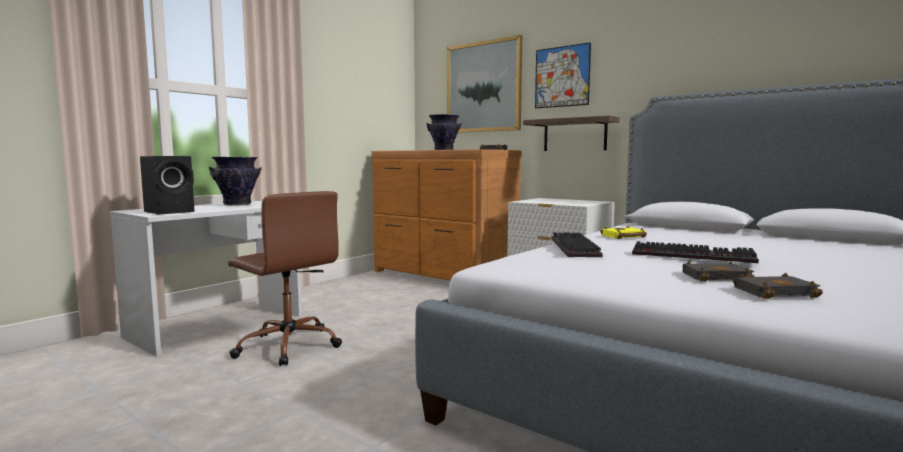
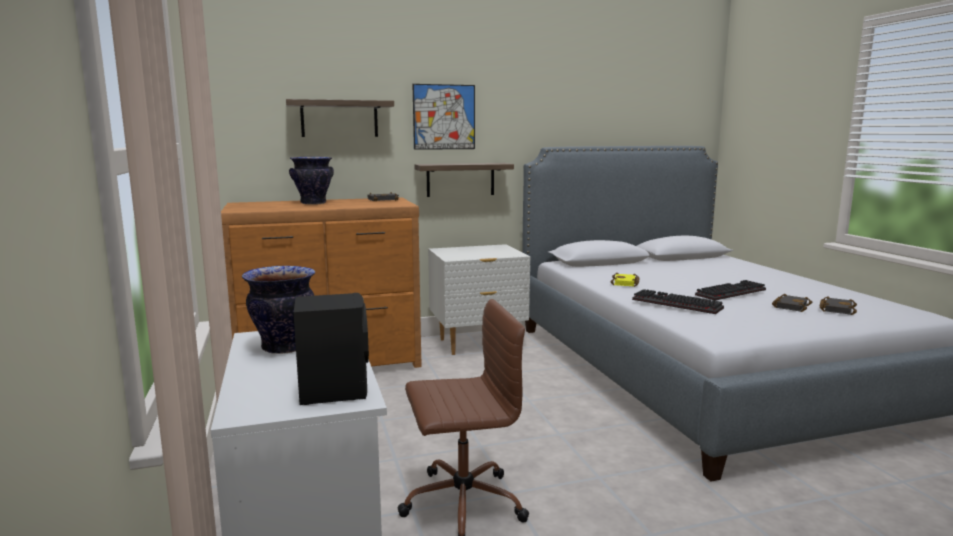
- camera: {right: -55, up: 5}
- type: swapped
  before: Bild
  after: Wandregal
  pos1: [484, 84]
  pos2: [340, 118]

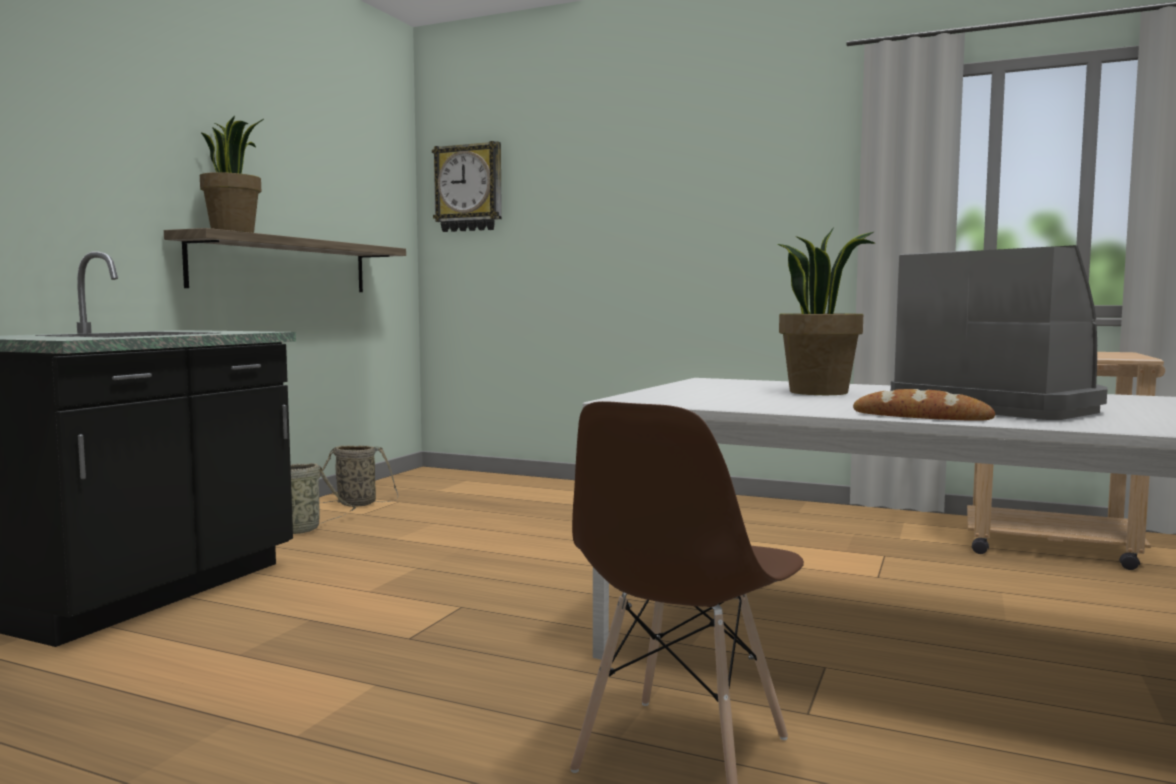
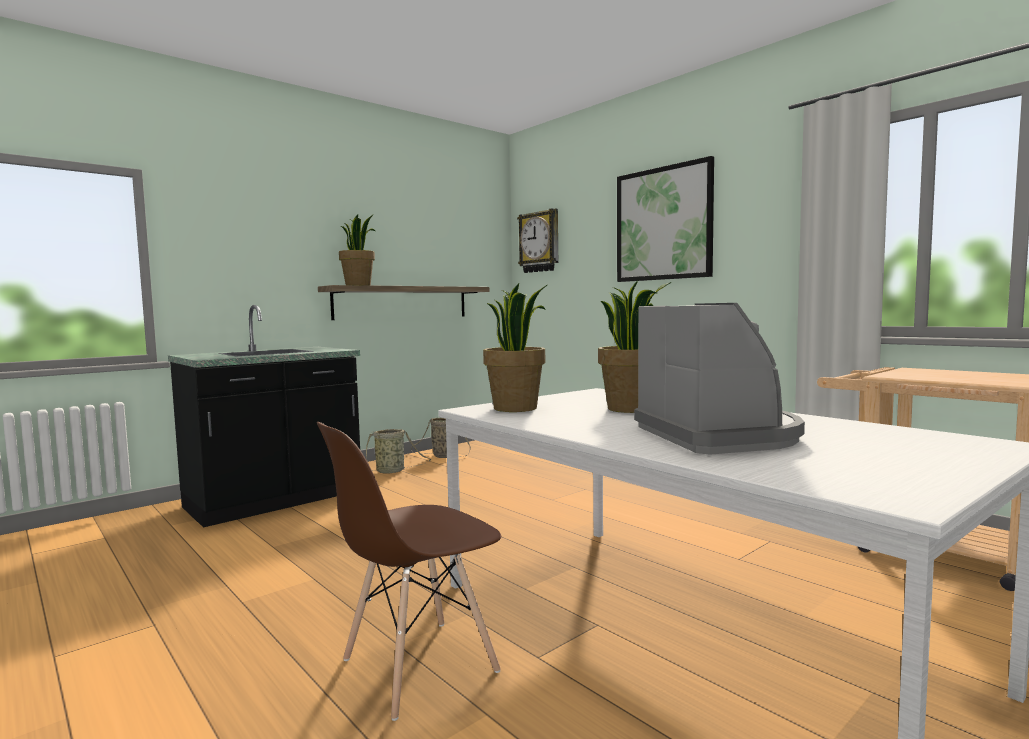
- camera: {right: 25, up: 0}
- type: gone
  before: Brot
  pos1: [924, 405]
- type: new
  after: Topfpflanze
  pos2: [515, 347]
- type: new
  after: Bild
  pos2: [665, 219]

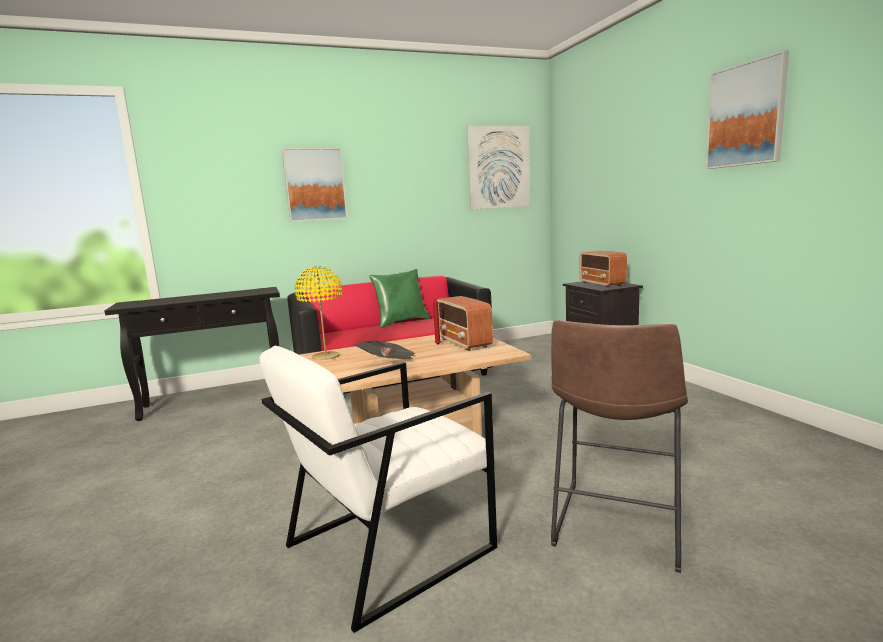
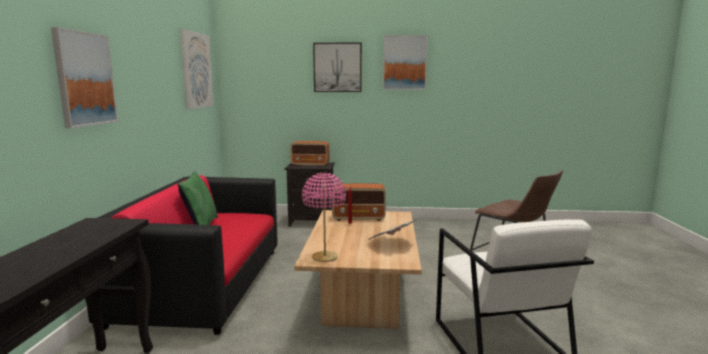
- camera: {right: -65, up: 0}
- type: repainted
  before: Tischlampe/gelb
  after: Tischlampe/rosa
  pos1: [318, 313]
  pos2: [324, 217]
- type: new
  after: Bild
  pos2: [337, 67]

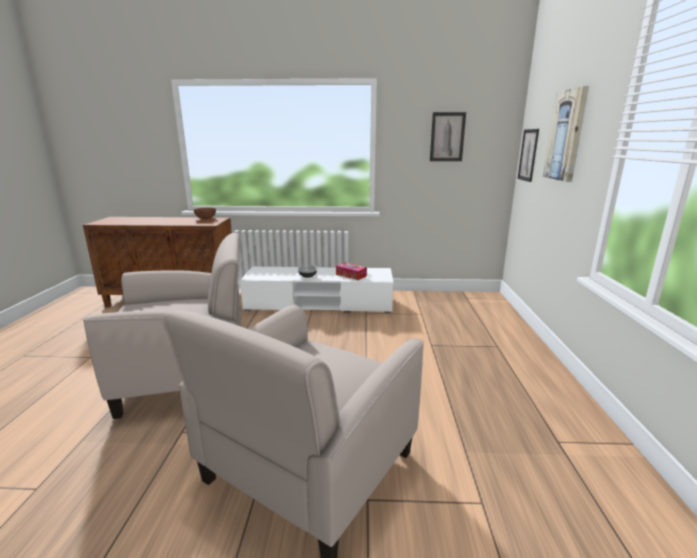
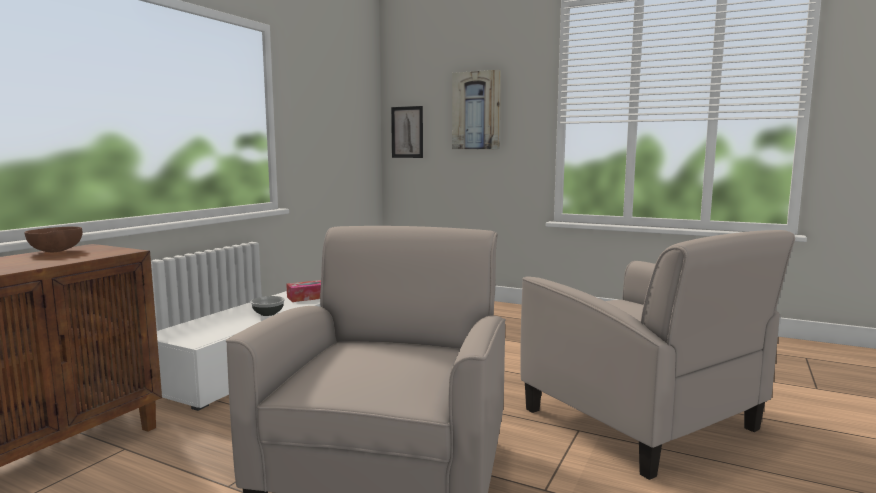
- camera: {right: -65, up: -10}
- type: gone
  before: Bild
  pos1: [448, 136]

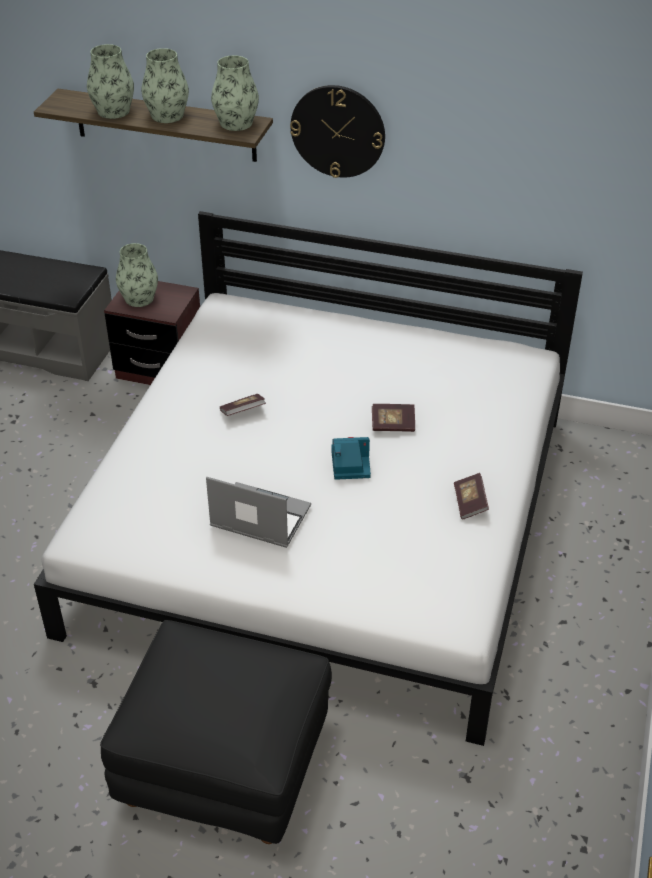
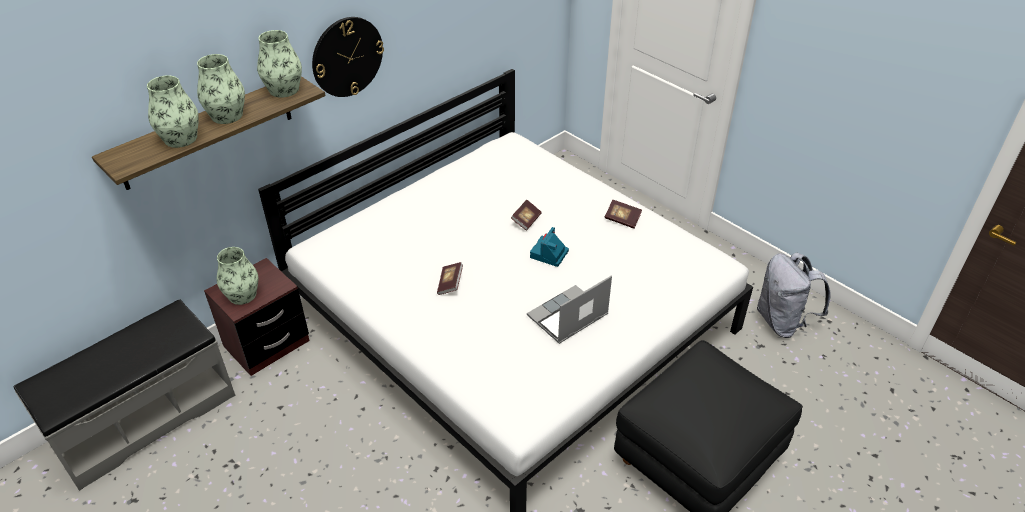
- camera: {right: -60, up: 0}
- type: new
  after: Rucksack/grau
  pos2: [794, 295]

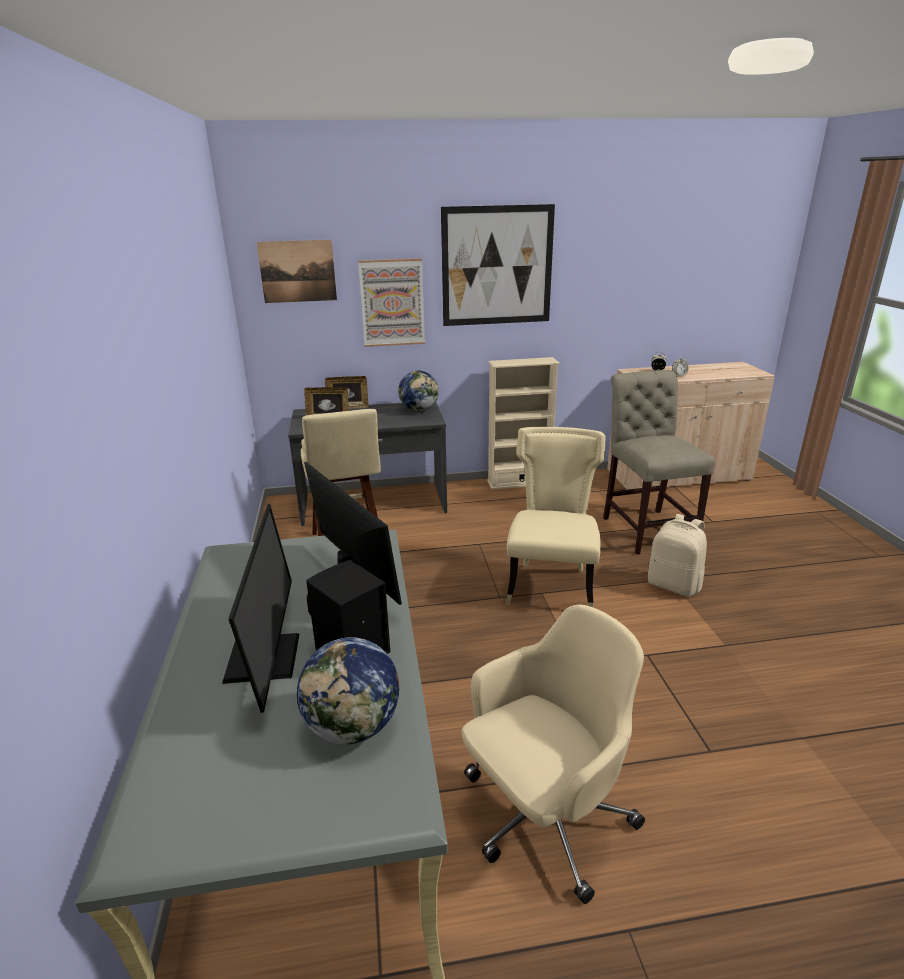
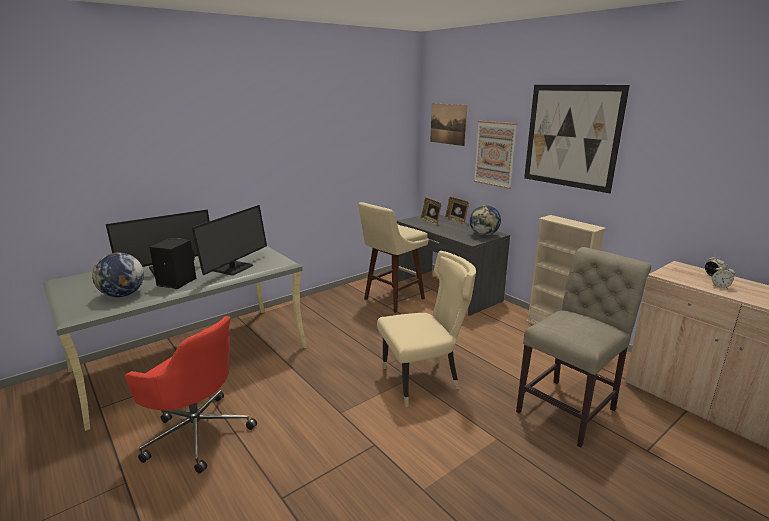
- camera: {right: 60, up: -5}
- type: repainted
  before: Bürostuhl/beige
  after: Bürostuhl/rot
  pos1: [553, 754]
  pos2: [191, 395]
- type: gone
  before: Rucksack/beige
  pos1: [677, 555]

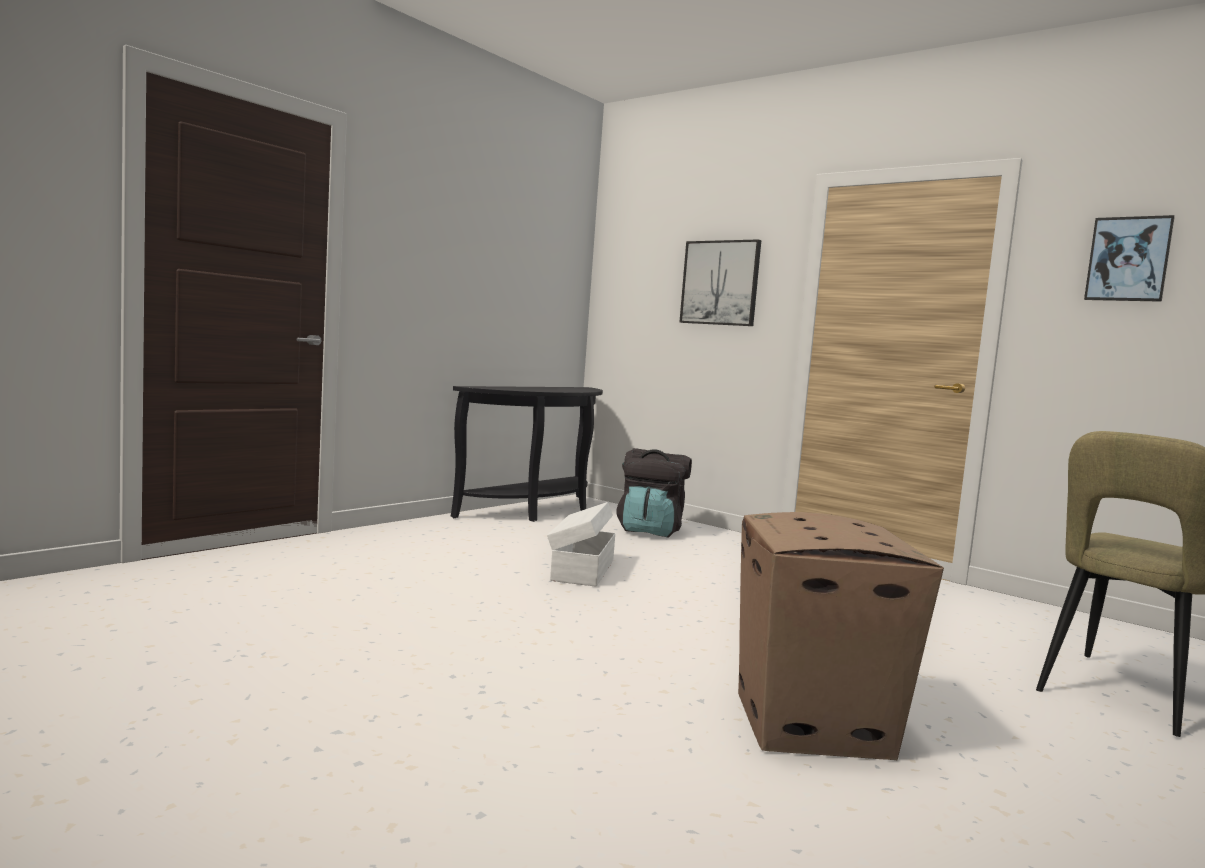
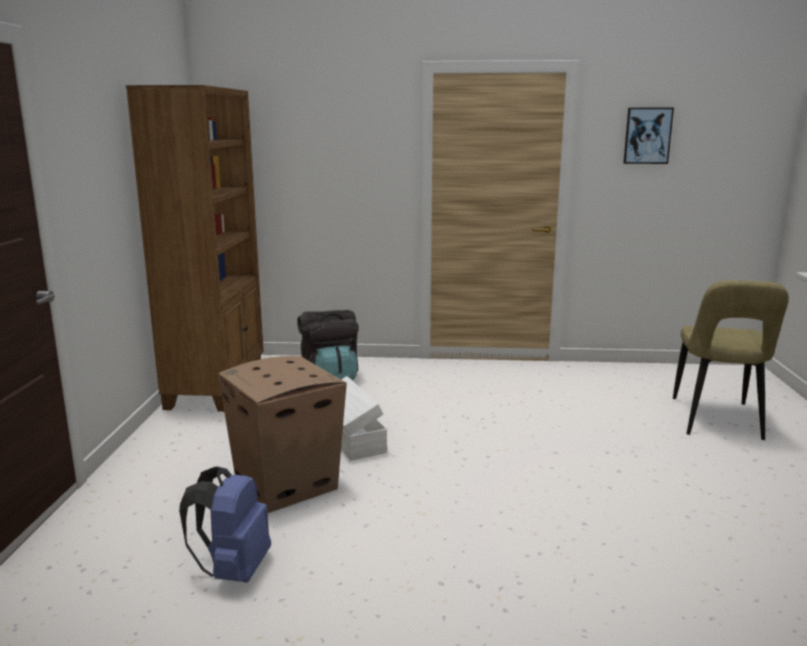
- camera: {right: -35, up: 10}
- type: swapped
  before: Konsolentisch/schwarz
  after: Bücherregal/braun
  pos1: [527, 454]
  pos2: [194, 248]
- type: gone
  before: Bild
  pos1: [720, 282]
- type: shifted
  before: Karton
  pos1: [841, 636]
  pos2: [282, 434]
- type: new
  after: Rucksack/blau
  pos2: [225, 524]

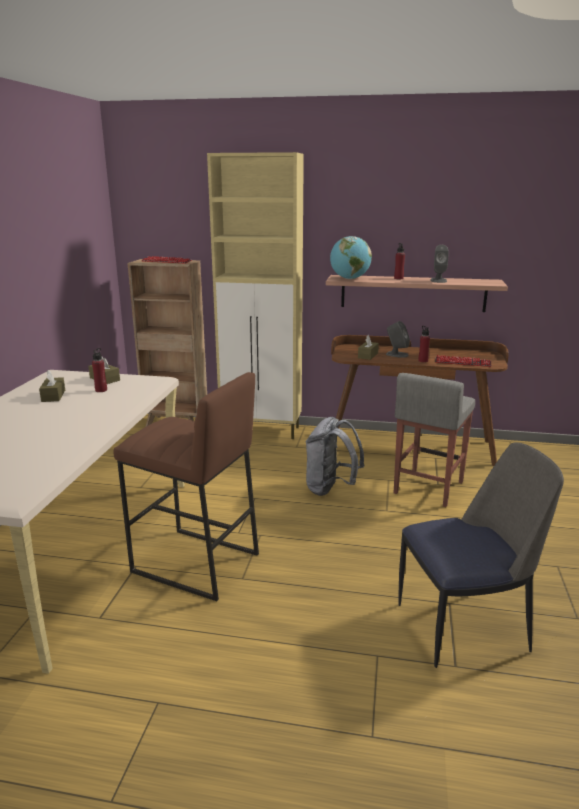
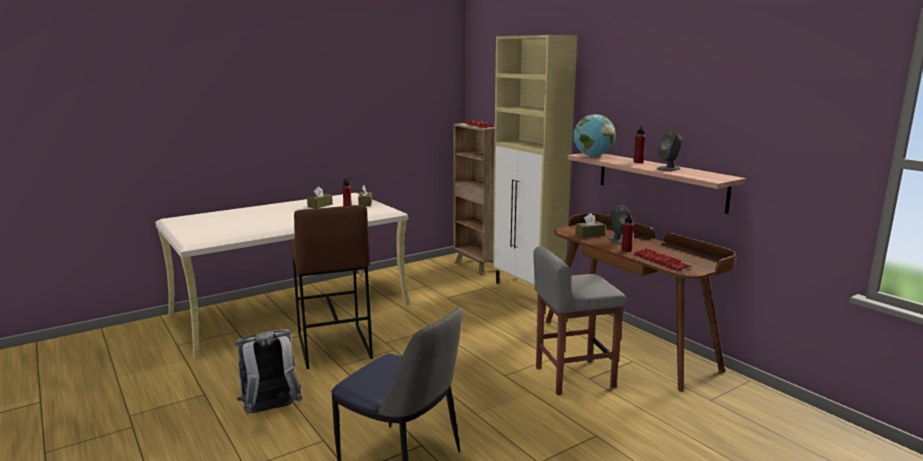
- camera: {right: 45, up: -5}
- type: shifted
  before: Rucksack/grau
  pos1: [334, 456]
  pos2: [269, 371]

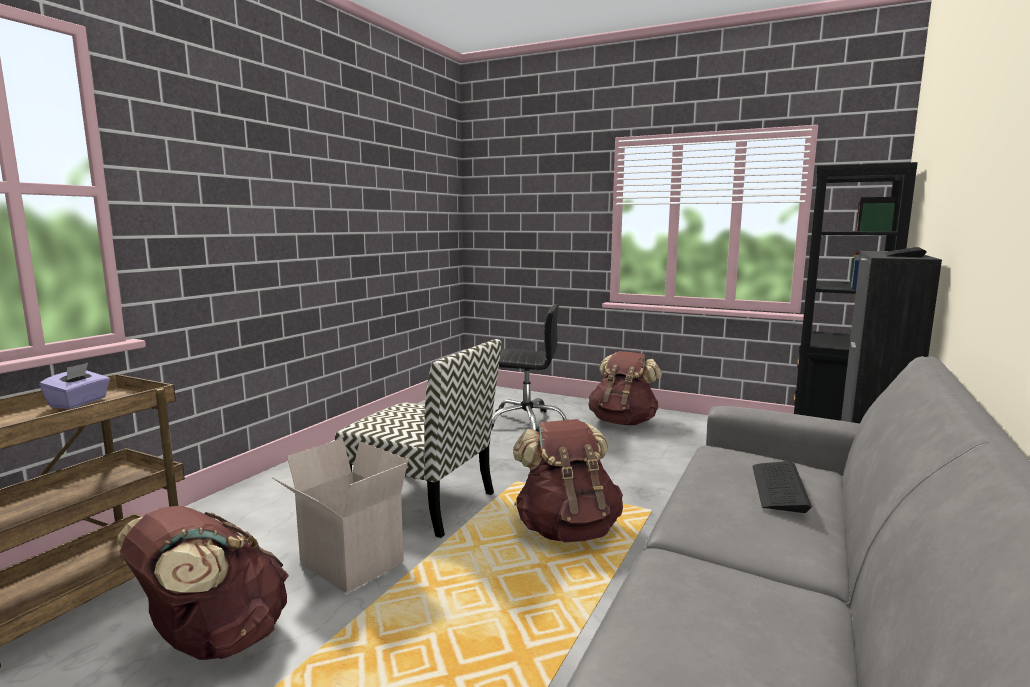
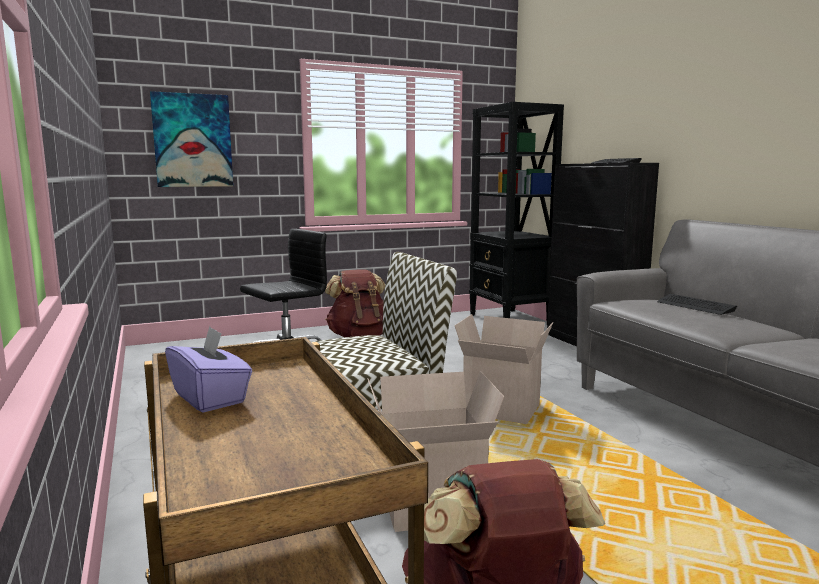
- camera: {right: -50, up: 0}
- type: swapped
  before: Rucksack/braun
  after: Karton
  pos1: [568, 480]
  pos2: [503, 369]
- type: new
  after: Bild
  pos2: [191, 139]

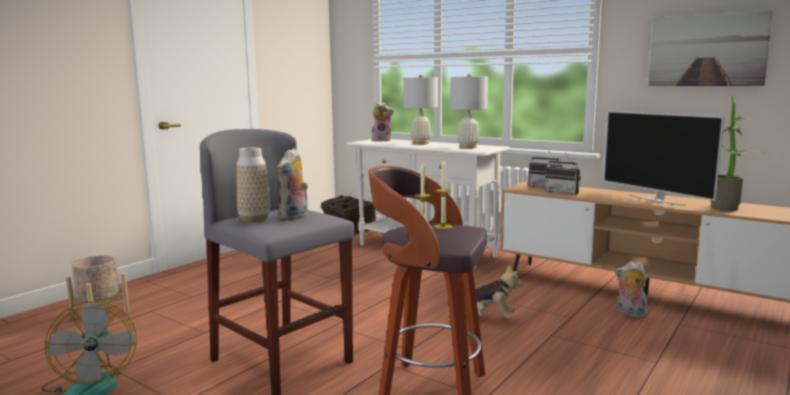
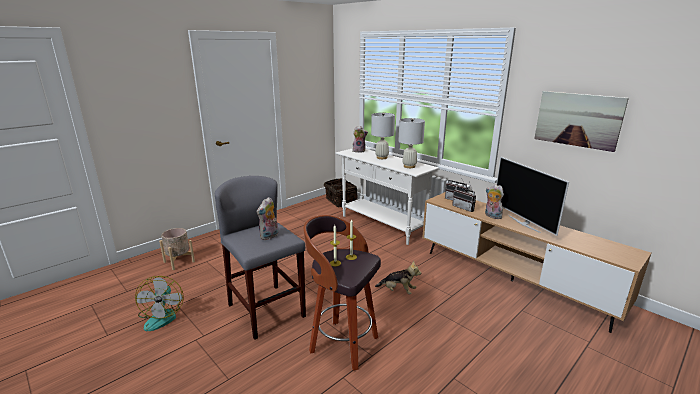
- camera: {right: 10, up: 10}
- type: gone
  before: Vase
  pos1: [253, 184]
- type: shifted
  before: Plüschtier
  pos1: [631, 289]
  pos2: [494, 201]
- type: gone
  before: Topfpflanze
  pos1: [737, 153]

